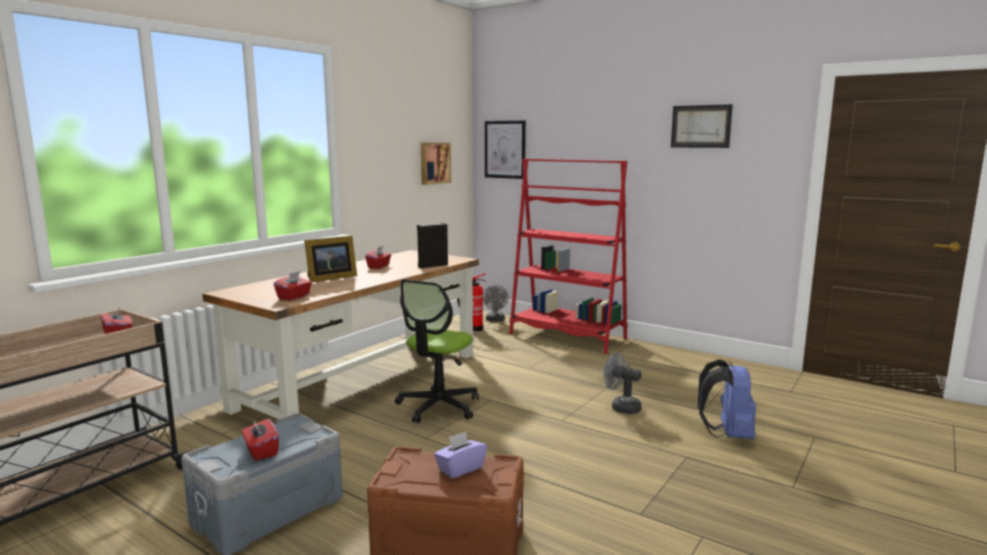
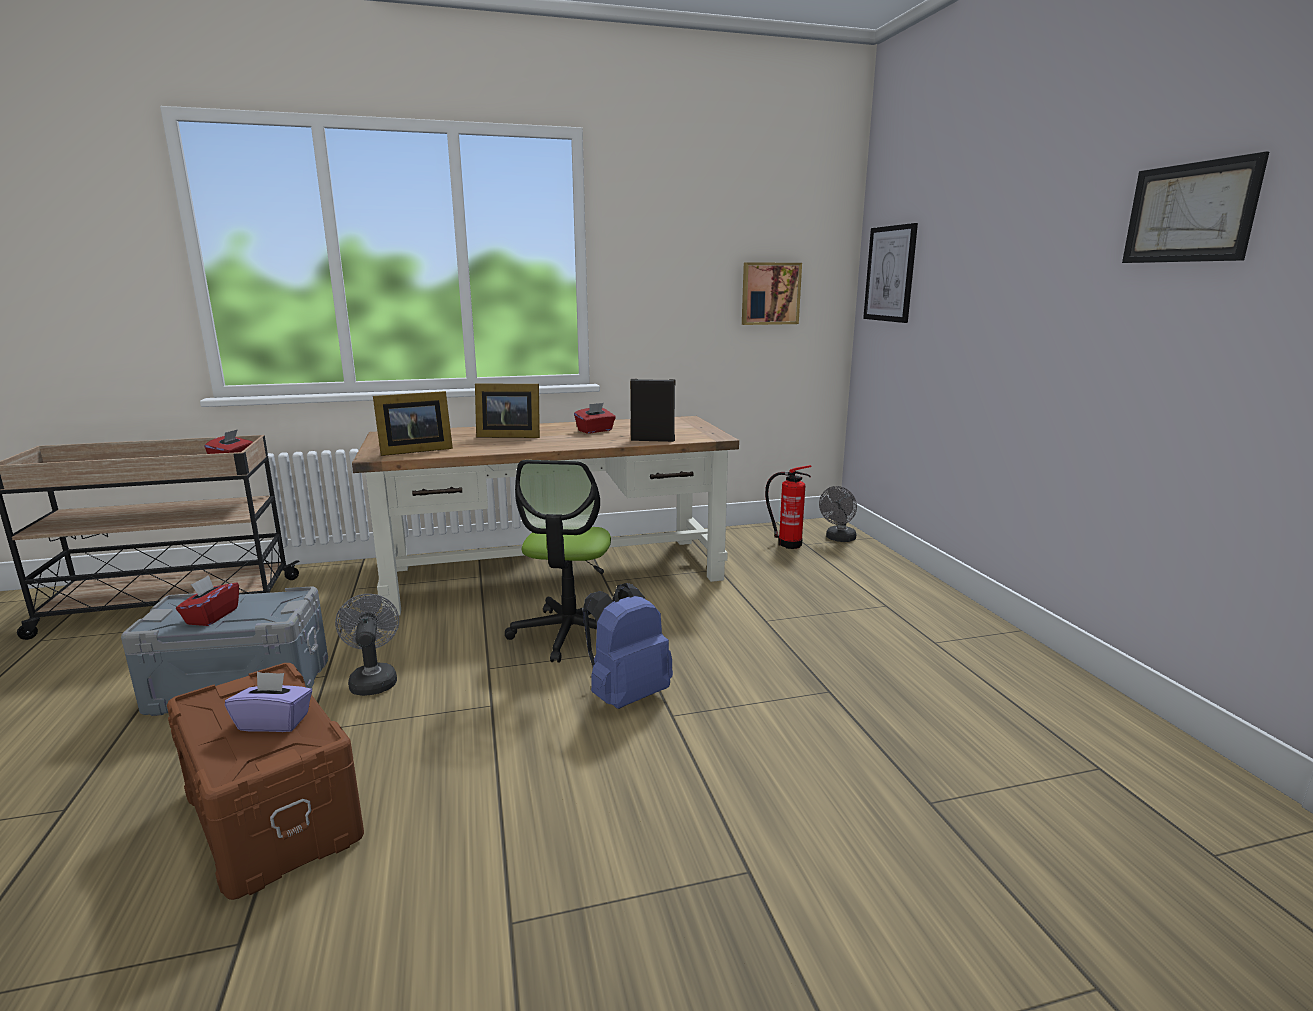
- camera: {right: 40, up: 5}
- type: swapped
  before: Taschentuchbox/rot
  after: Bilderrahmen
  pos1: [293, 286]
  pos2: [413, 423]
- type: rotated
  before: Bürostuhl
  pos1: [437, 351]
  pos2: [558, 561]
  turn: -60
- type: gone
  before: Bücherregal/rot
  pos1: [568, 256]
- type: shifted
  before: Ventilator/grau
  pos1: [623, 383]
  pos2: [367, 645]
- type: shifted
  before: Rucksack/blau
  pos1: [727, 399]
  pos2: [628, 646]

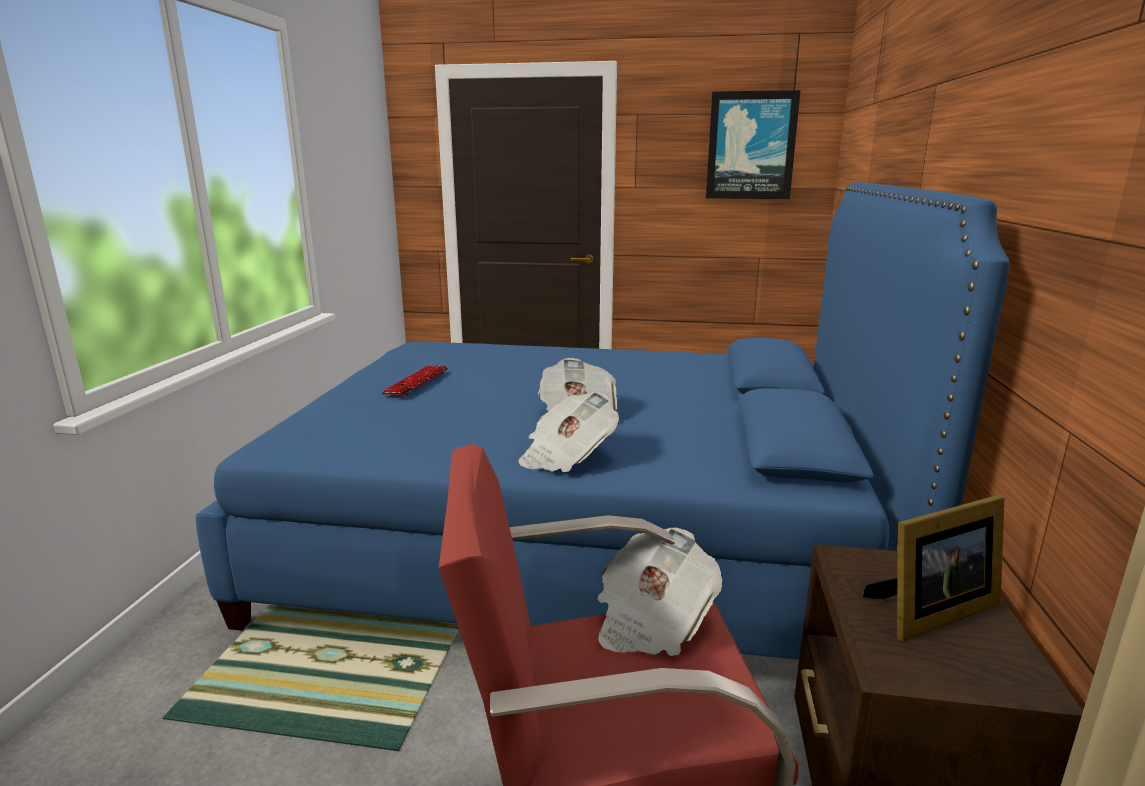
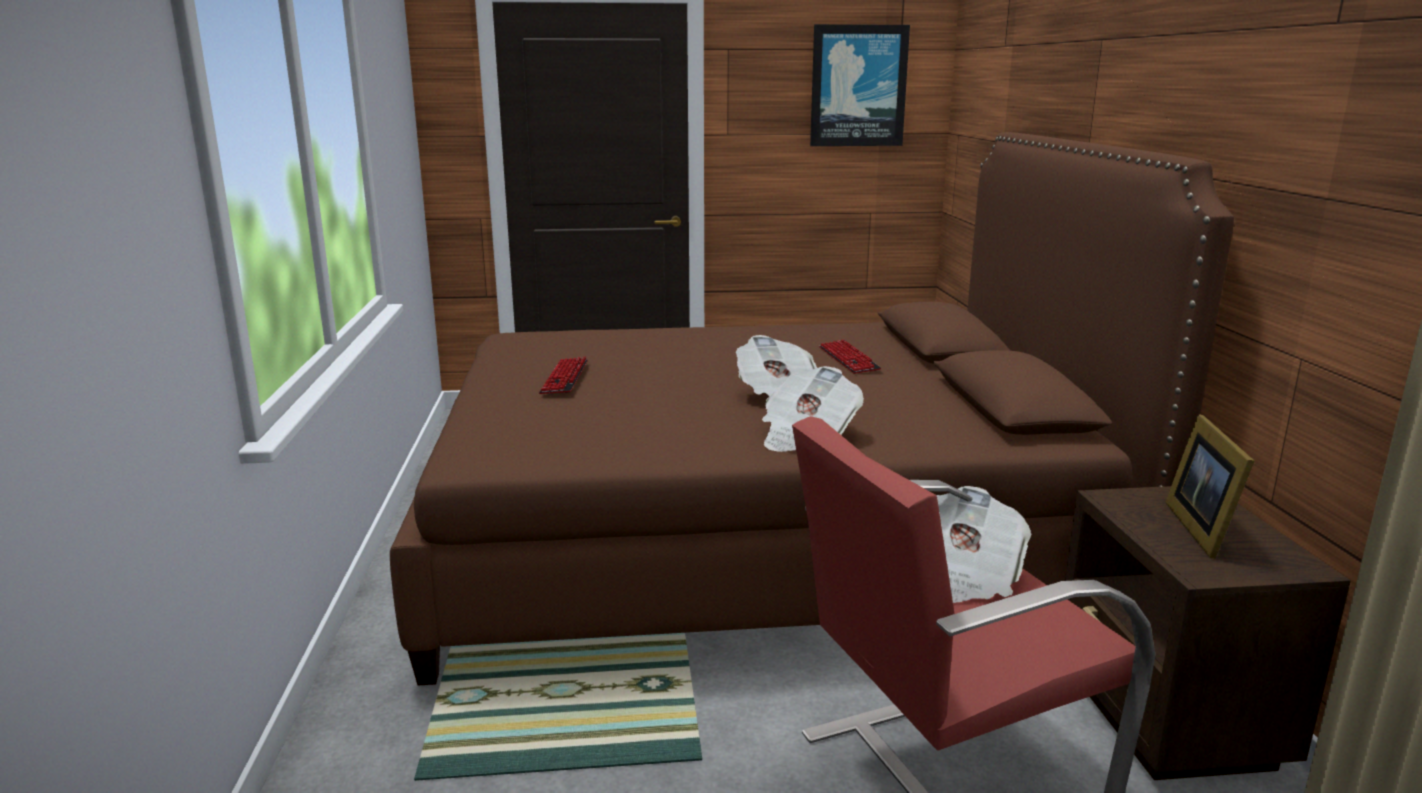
- camera: {right: -15, up: 0}
- type: repainted
  before: Bett/blau
  after: Bett/braun
  pos1: [603, 421]
  pos2: [812, 408]
- type: rotated
  before: Bilderrahmen
  pos1: [934, 568]
  pos2: [1210, 487]
  turn: 135
- type: new
  after: Tastatur
  pos2: [850, 356]

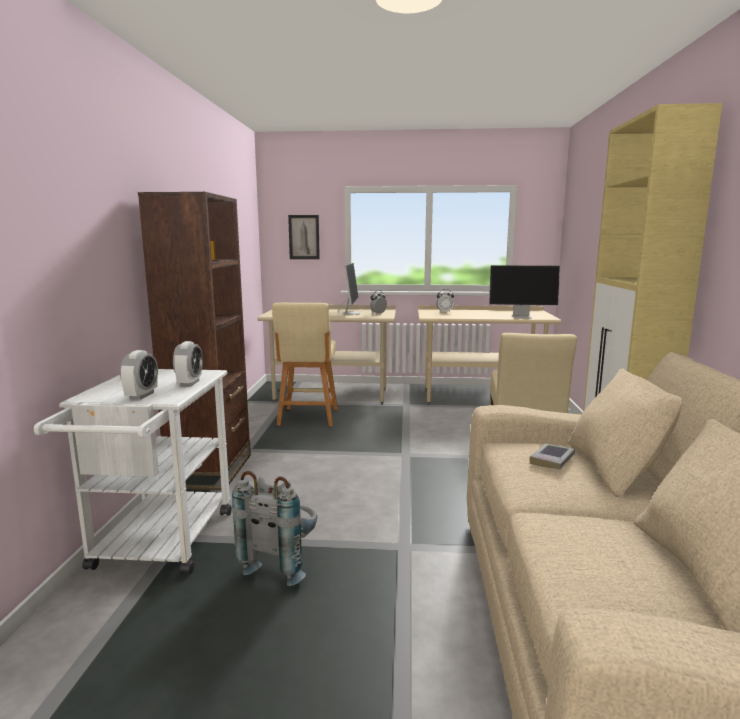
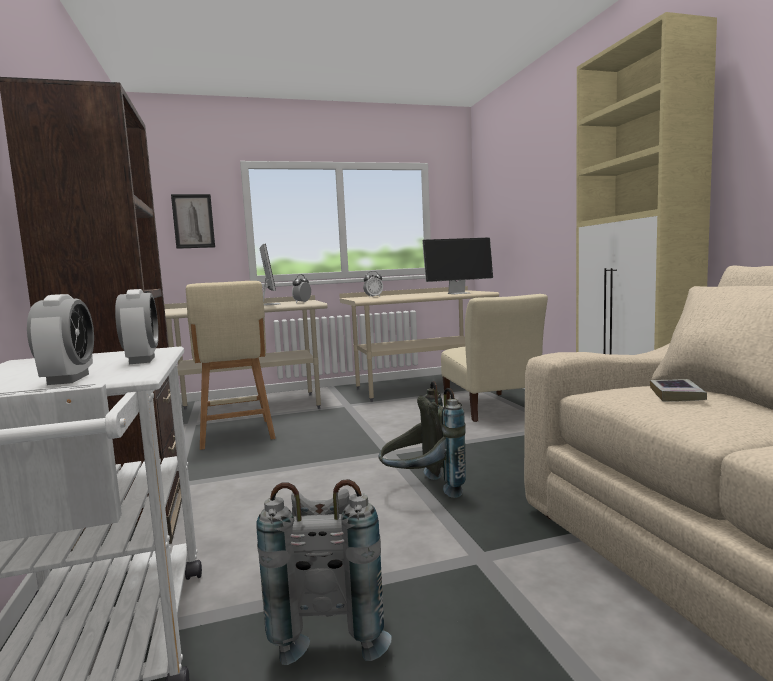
- camera: {right: -20, up: -5}
- type: new
  after: Rucksack/grau
  pos2: [422, 439]

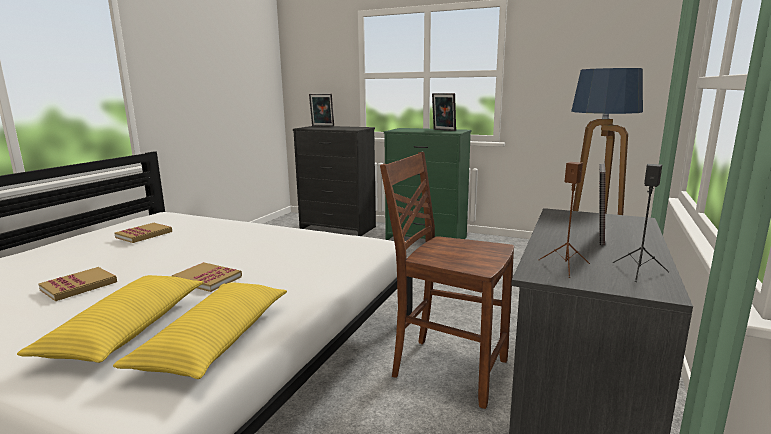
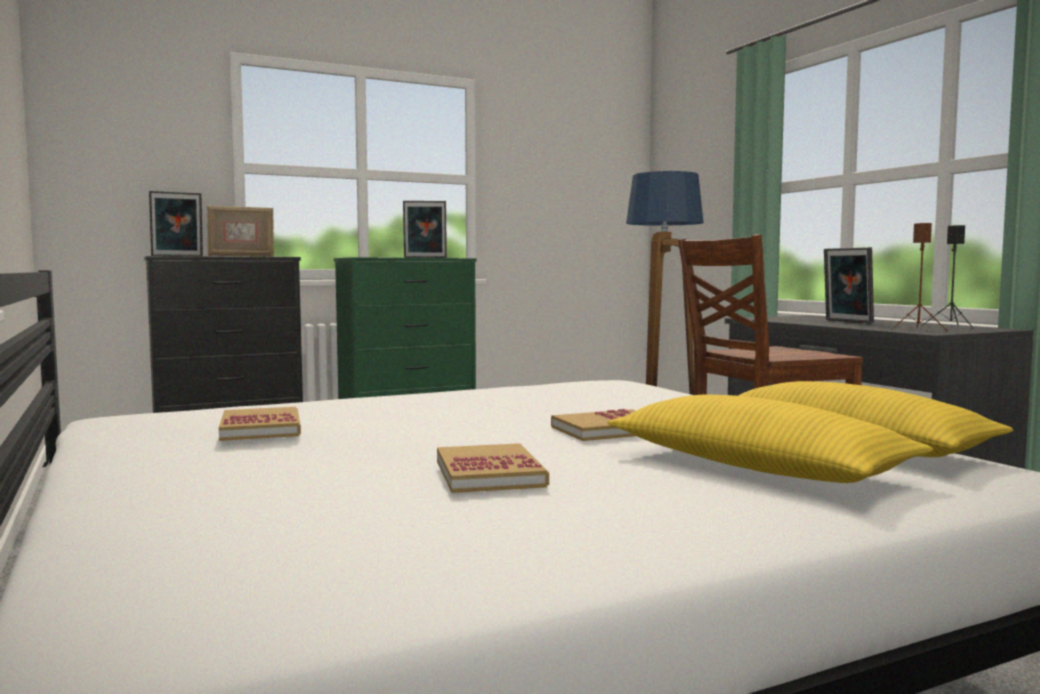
- camera: {right: -50, up: -10}
- type: new
  after: Bilderrahmen
  pos2: [240, 231]

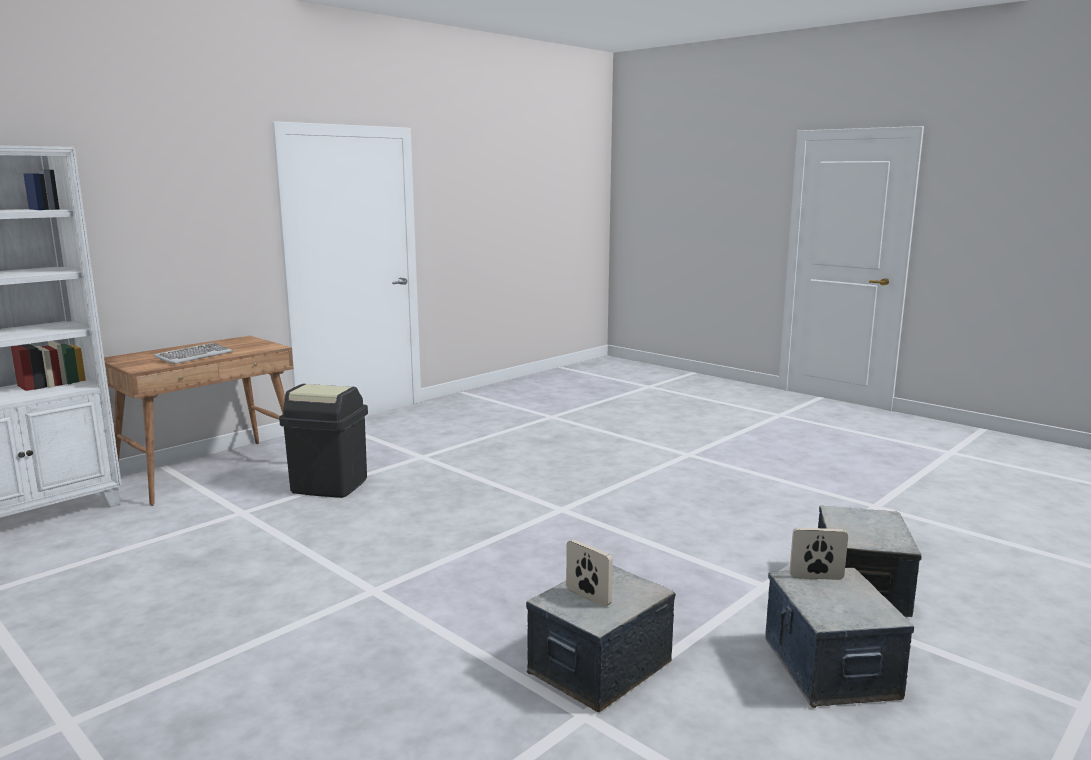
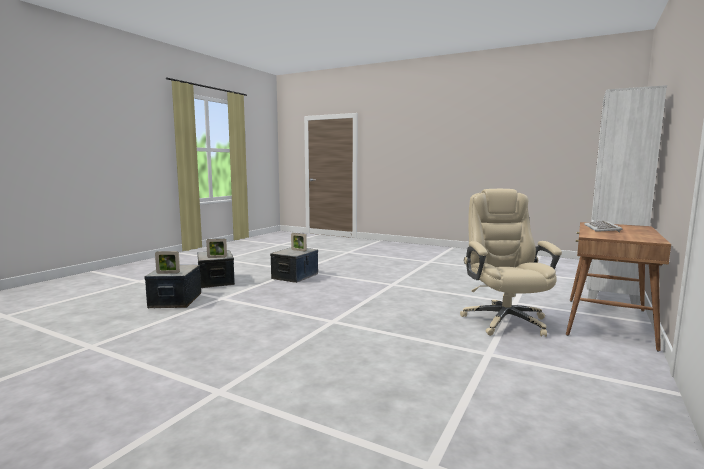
- camera: {right: 165, up: -5}
- type: swapped
  before: Mülleimer/schwarz
  after: Bürostuhl/beige
  pos1: [323, 441]
  pos2: [511, 263]
- type: new
  after: Bilderrahmen
  pos2: [167, 262]

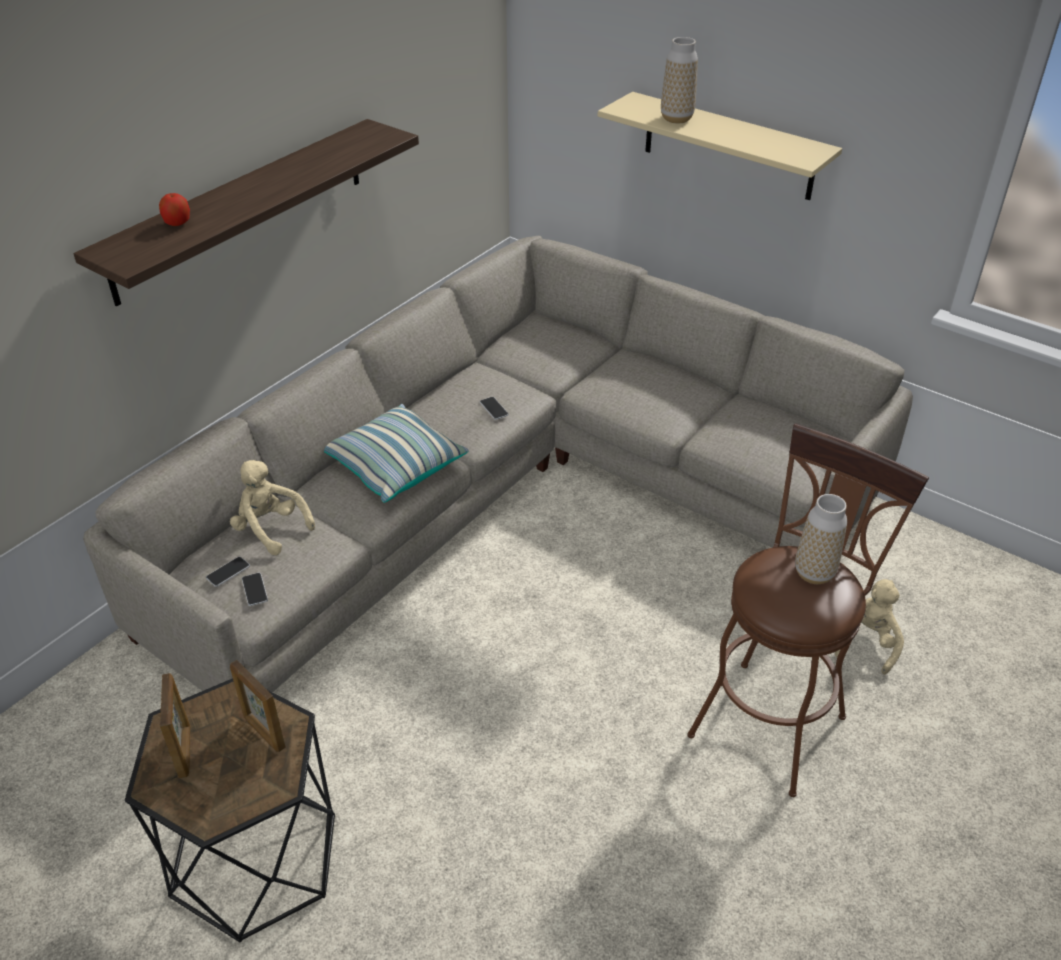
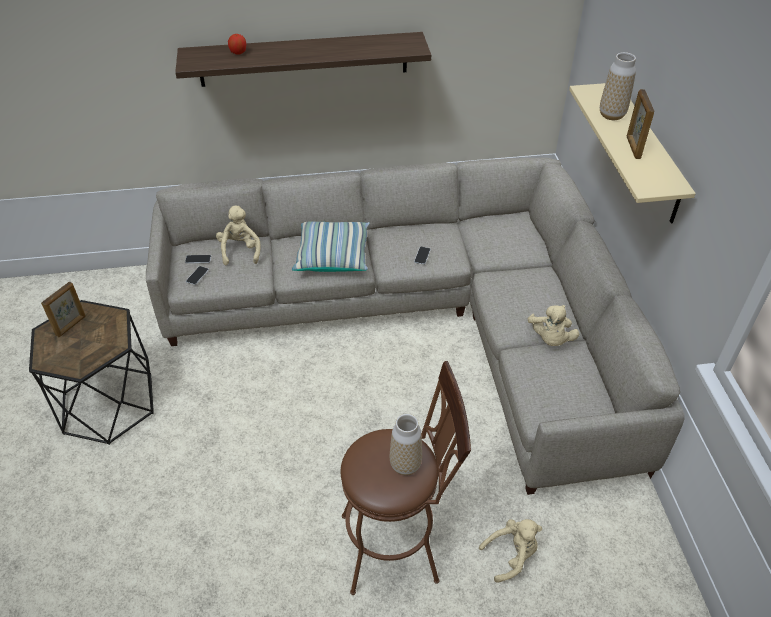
- camera: {right: 45, up: 5}
- type: shifted
  before: Bilderrahmen
  pos1: [257, 706]
  pos2: [640, 124]
- type: new
  after: Plüschtier/beige
  pos2: [553, 325]

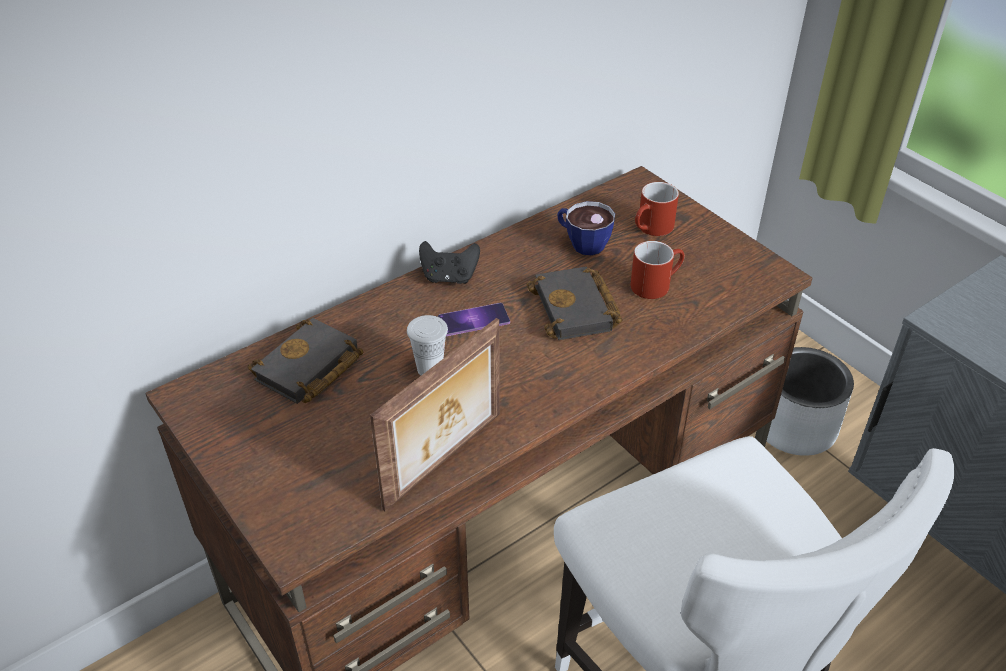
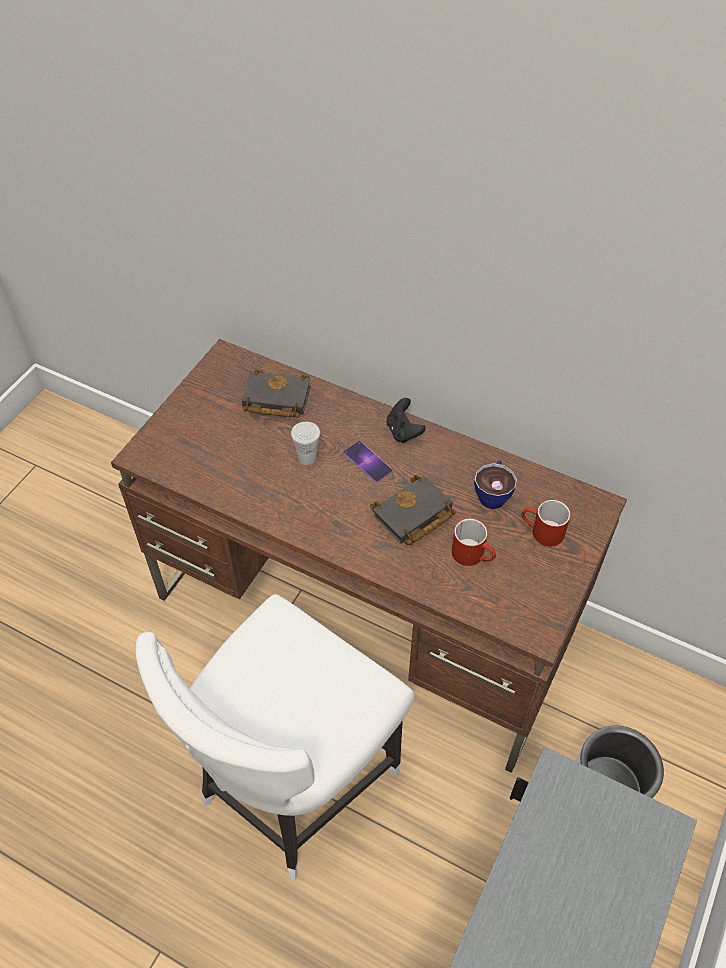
- camera: {right: 65, up: 10}
- type: gone
  before: Bilderrahmen
  pos1: [435, 414]

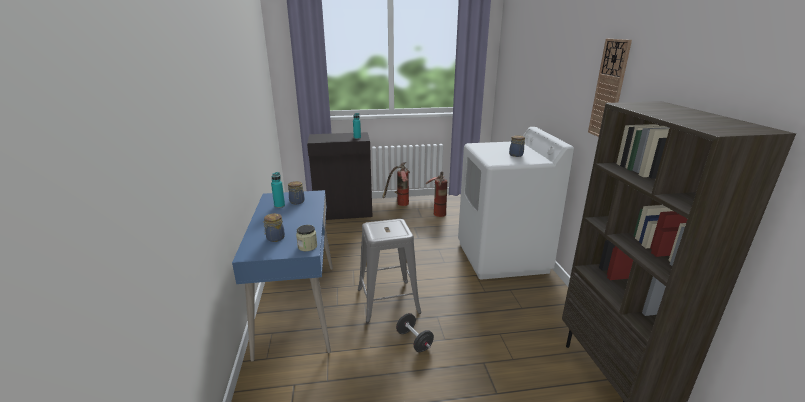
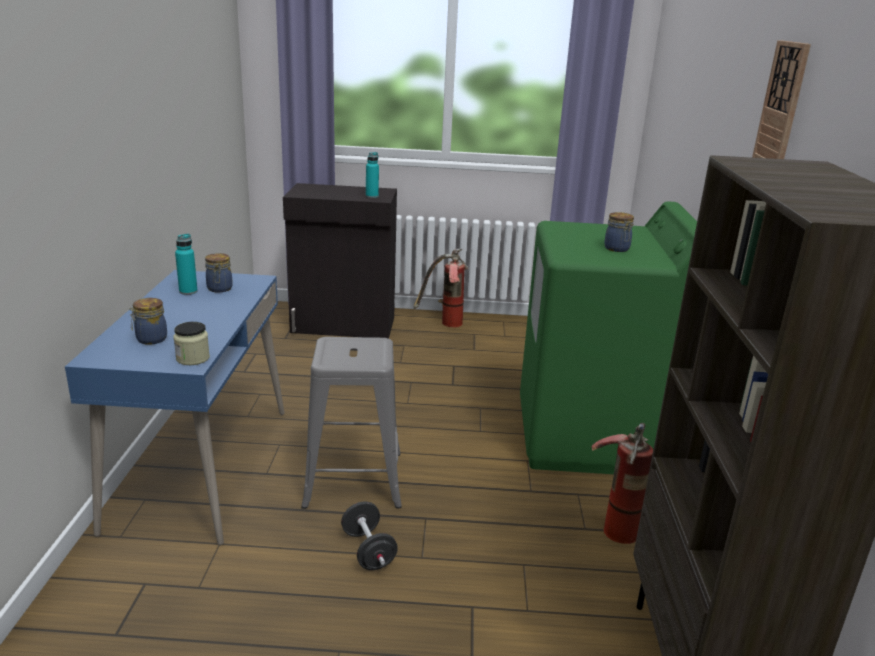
- camera: {right: 10, up: 0}
- type: shifted
  before: Feuerlöscher
  pos1: [436, 194]
  pos2: [622, 483]
- type: repainted
  before: Waschmaschine/weiß
  after: Waschmaschine/grün
  pos1: [516, 203]
  pos2: [608, 337]

